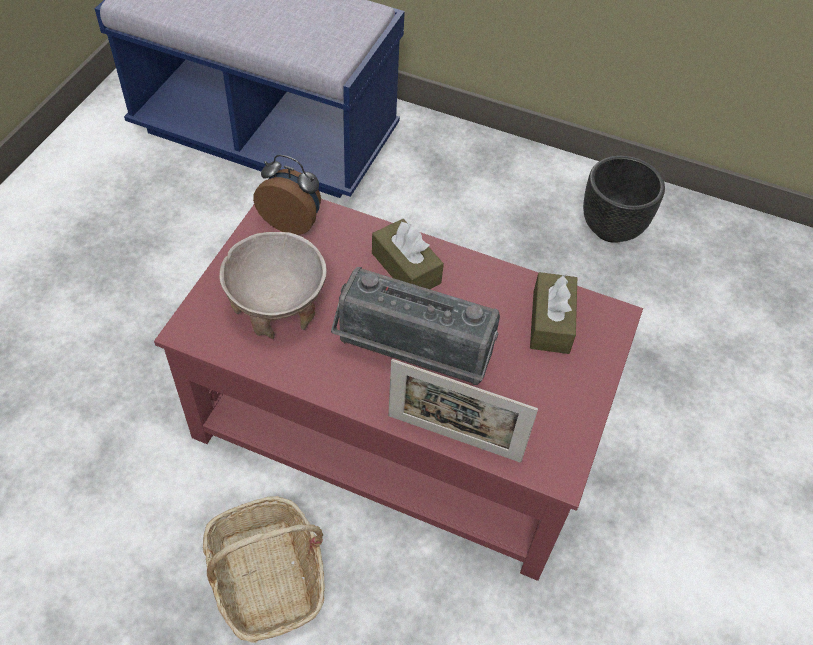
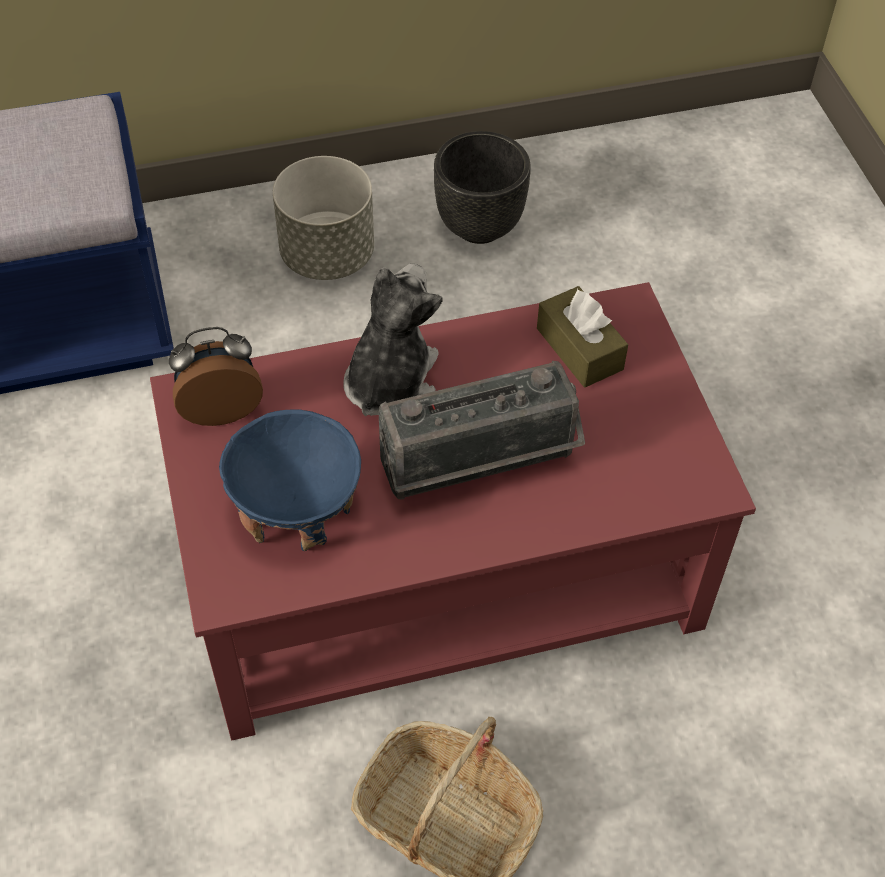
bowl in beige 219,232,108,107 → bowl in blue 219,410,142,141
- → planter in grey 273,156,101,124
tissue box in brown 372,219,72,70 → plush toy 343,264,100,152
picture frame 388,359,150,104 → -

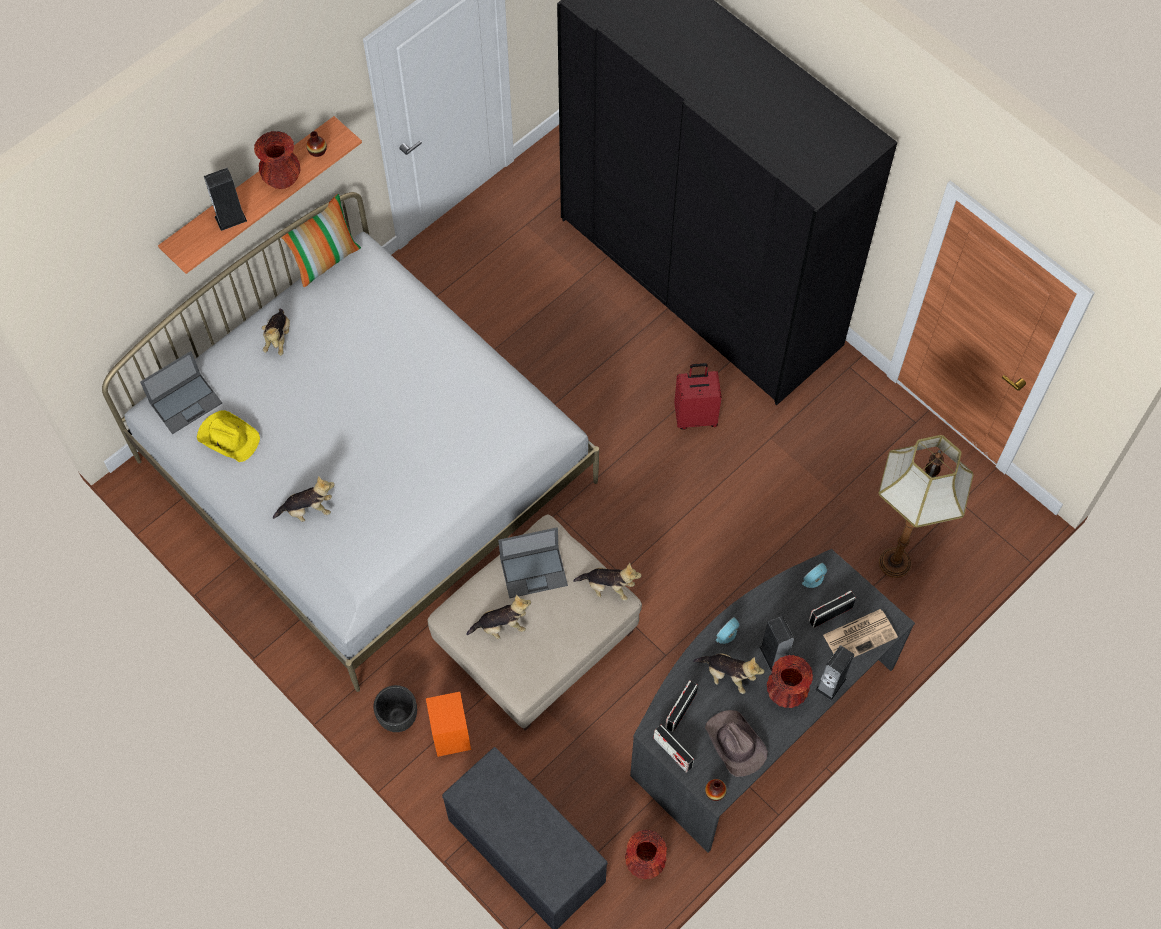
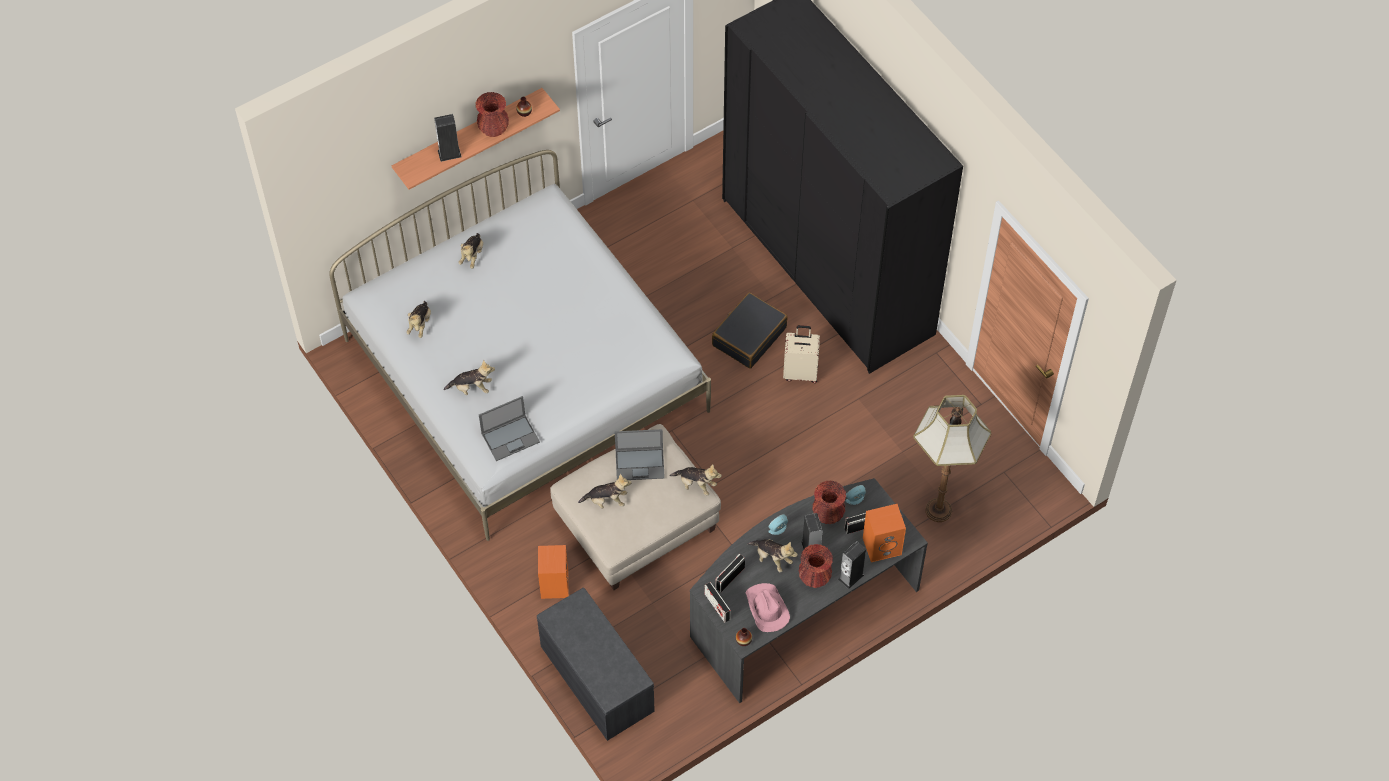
hat in yellow 197,410,63,52 → plush toy 406,301,25,37
laptop 140,351,82,83 → laptop 479,396,61,65, shifted
- → suitcase in black 712,292,76,77
hat in brown 705,710,63,67 → hat in pink 745,583,45,49
suitcase in red 674,363,48,67 → suitcase in beige 783,325,37,58
vase in red 625,830,42,49 → vase in red 812,481,34,43, shifted
newspaper 823,609,75,49 → speaker in orange 863,504,43,58
pillow 281,194,80,93 → -
planter in black 373,685,44,47 → -

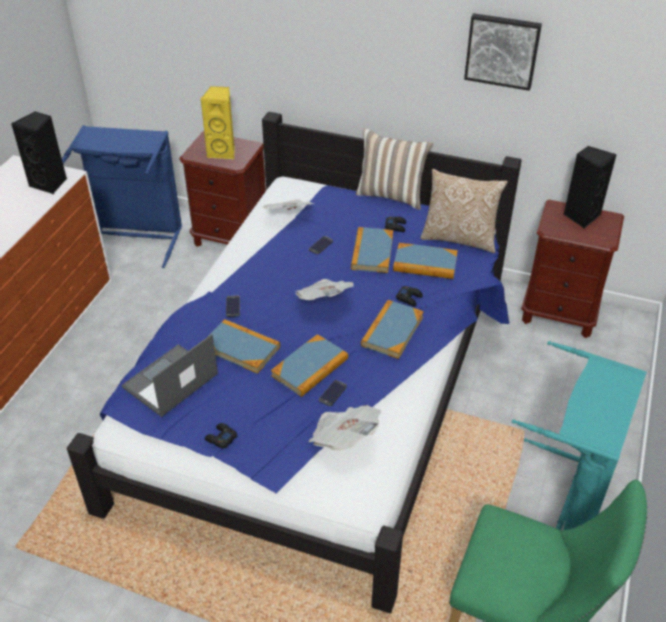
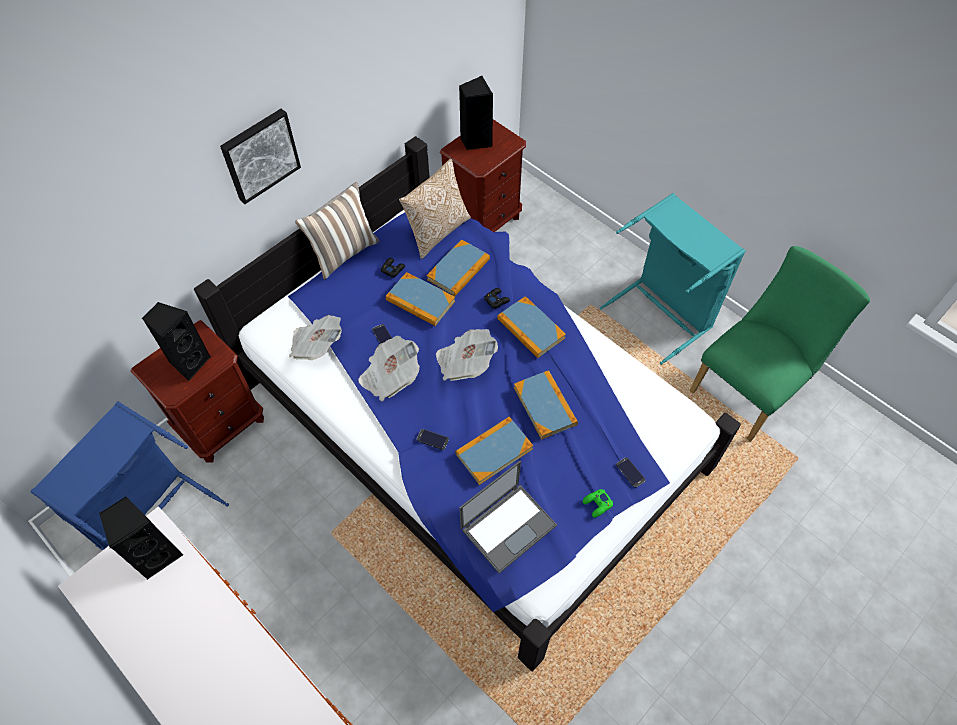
speaker in yellow 200,86,35,73 → speaker in black 142,302,69,79
picture 464,13,78,78 → picture 220,109,81,95, shifted
newspaper 308,405,73,45 → newspaper 358,336,62,65, shifted
laptop 122,334,96,83 → laptop 459,461,98,112, 105 degrees counterclockwise
game controller in black 205,423,32,25 → game controller in green 583,489,30,29
phone 319,380,28,26 → phone 616,457,29,31, shifted

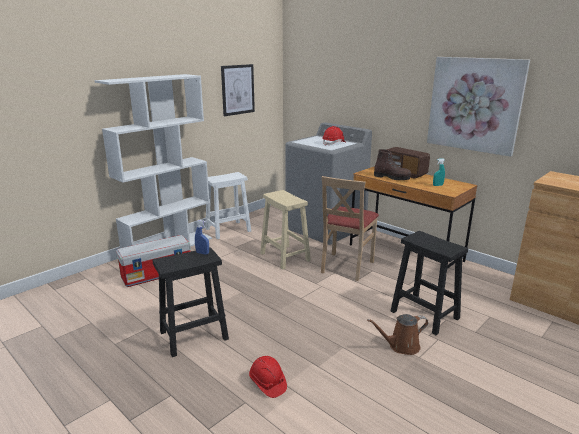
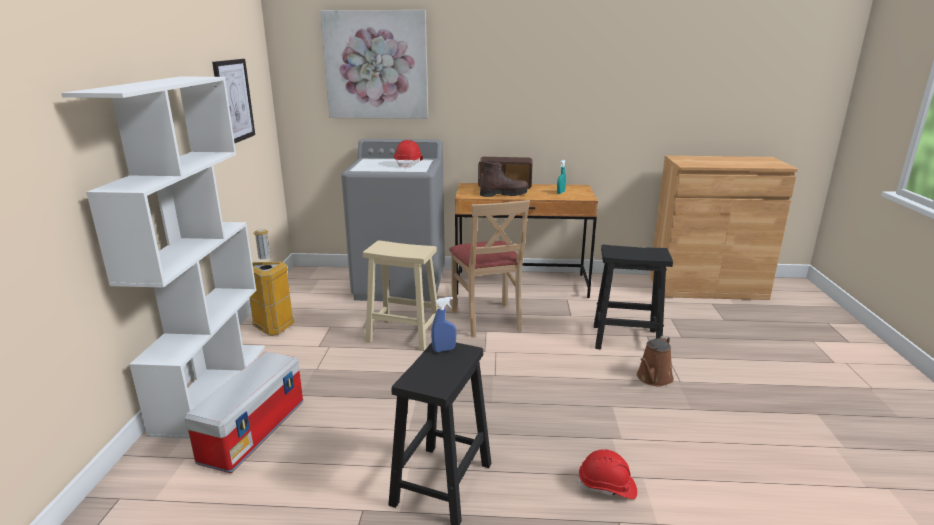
stool in white 205,172,46,67 → trash can 250,229,44,107
picture 427,57,103,100 → picture 320,10,108,109, shifted

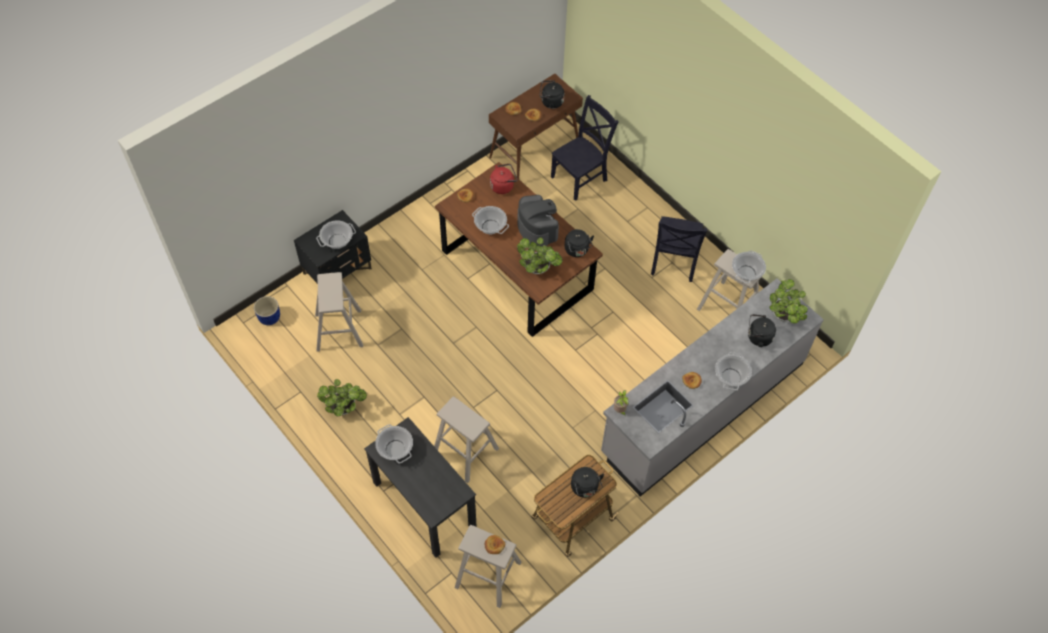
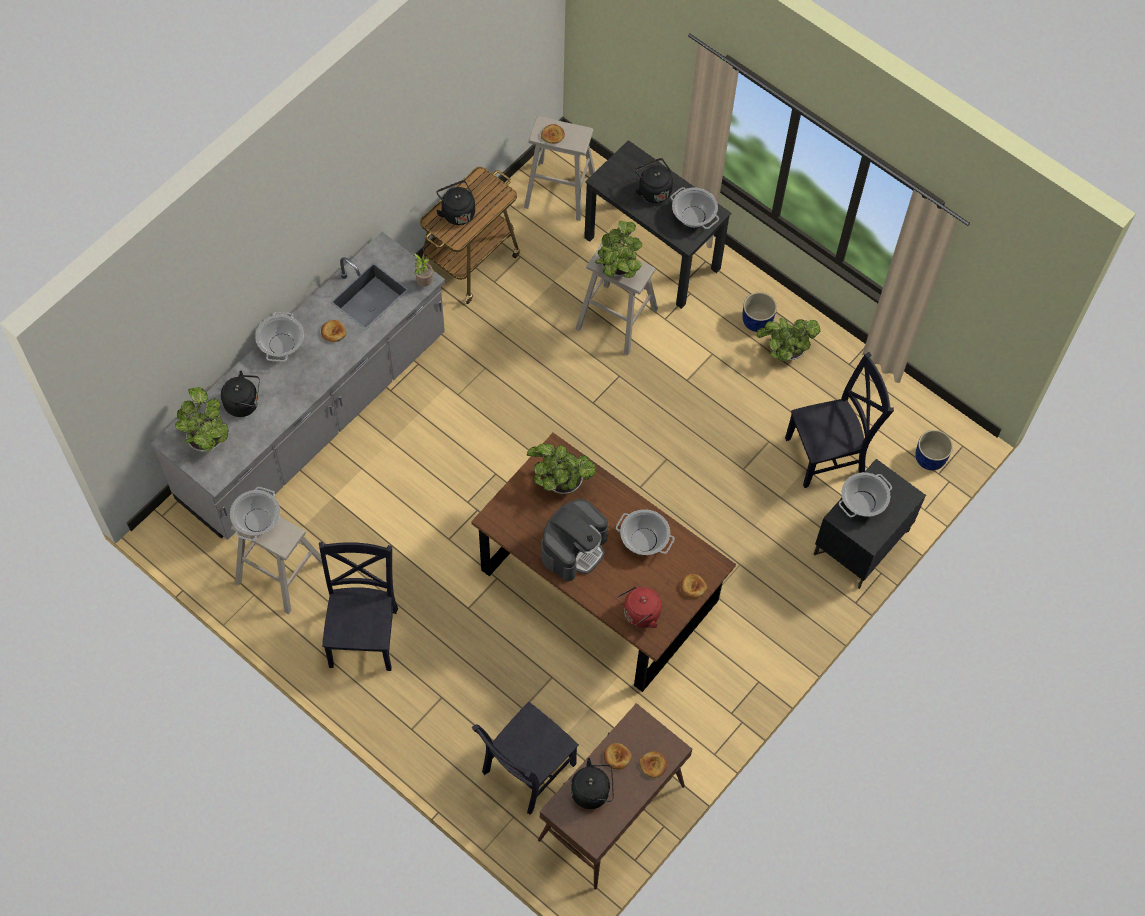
coffee machine 517,195,42,52 → coffee machine 541,499,67,82, 105 degrees counterclockwise
- → potted plant 595,221,47,57
kettle in black 565,229,29,28 → kettle in black 635,158,38,45, shifted
- → planter in blue 742,292,35,40
stool in beige 315,272,48,80 → chair in black 785,352,109,136

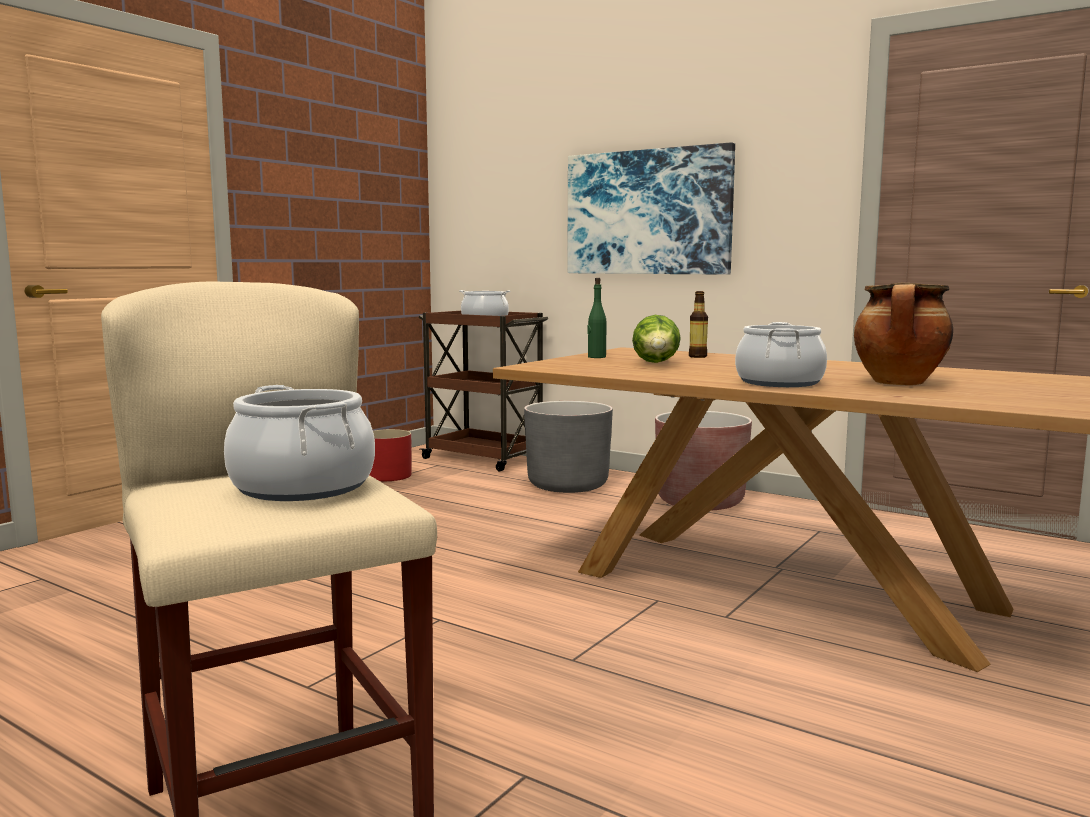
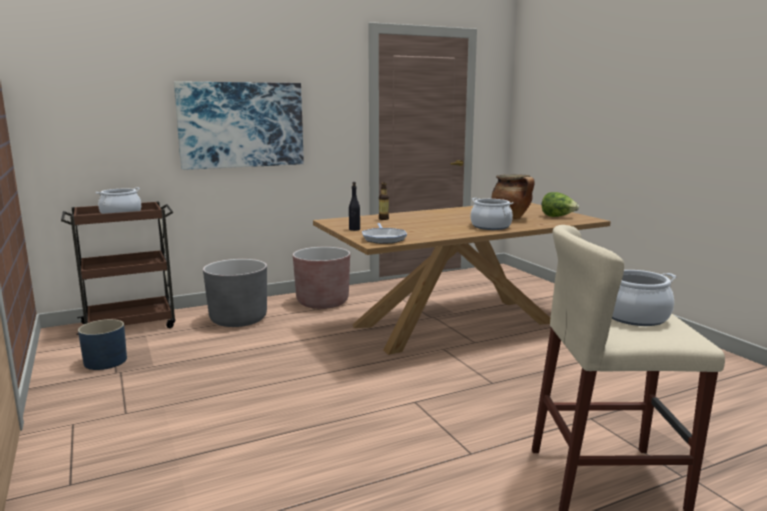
planter in red 370,429,42,52 → planter in blue 78,319,49,51
bottle in green 587,278,20,80 → bottle in black 349,182,11,49
- → frying pan 362,223,45,21
lettuce 632,315,49,48 → lettuce 542,192,37,25, shifted

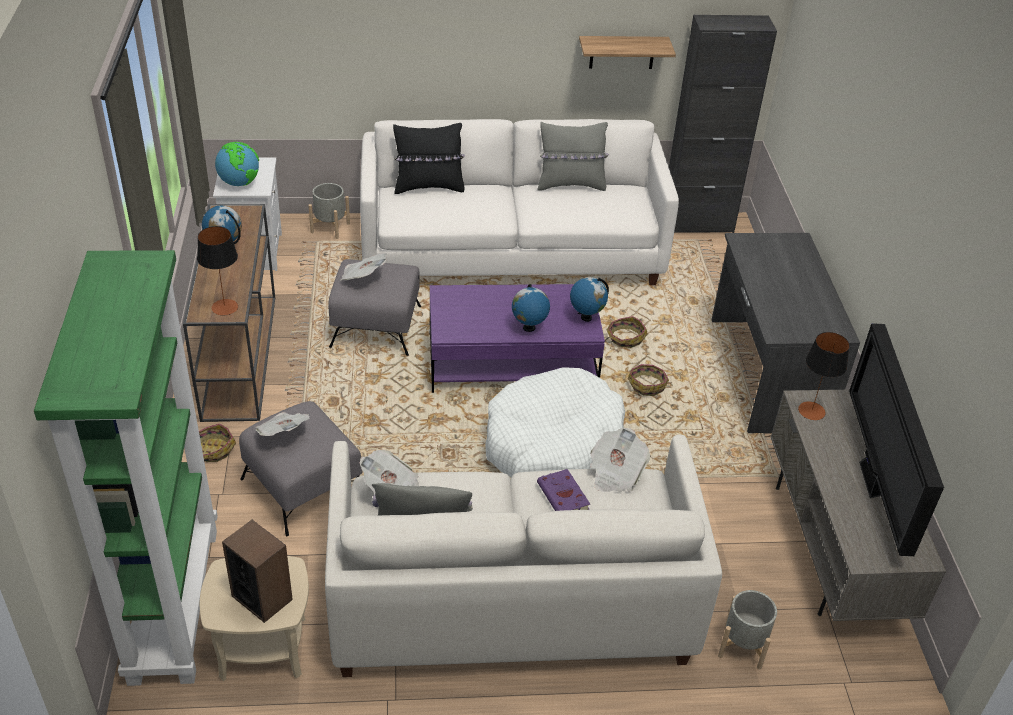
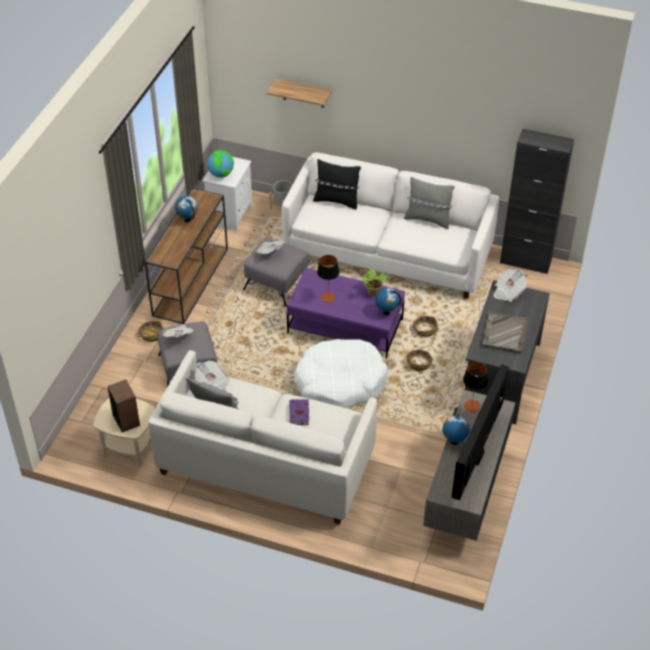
shelf 579,36,97,33 → shelf 267,79,65,29, shifted
table lamp 197,226,41,89 → table lamp 317,255,22,48, shifted
- → potted plant 362,269,25,27
globe 512,284,38,48 → globe 443,414,27,31, shifted
- → tray in grey 482,311,46,42
newspaper 590,428,60,64 → newspaper 493,269,34,33, shifted
bookcase in green 34,250,184,436 → -
planter in grey 718,590,59,79 → -

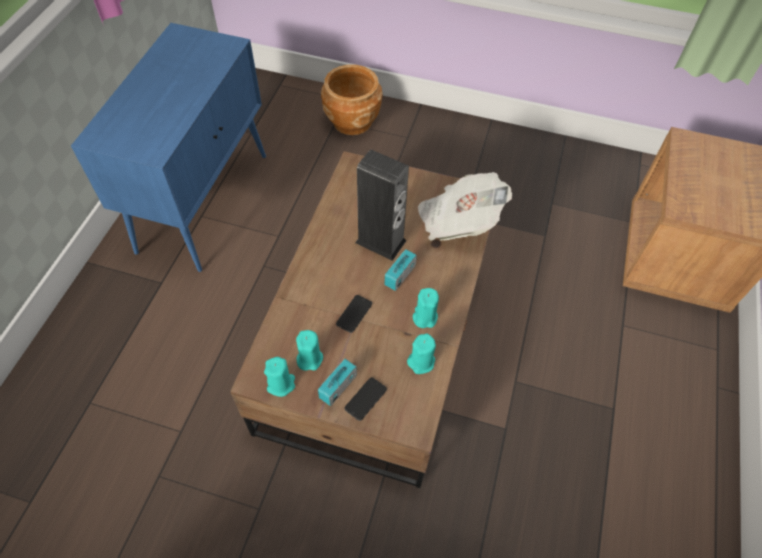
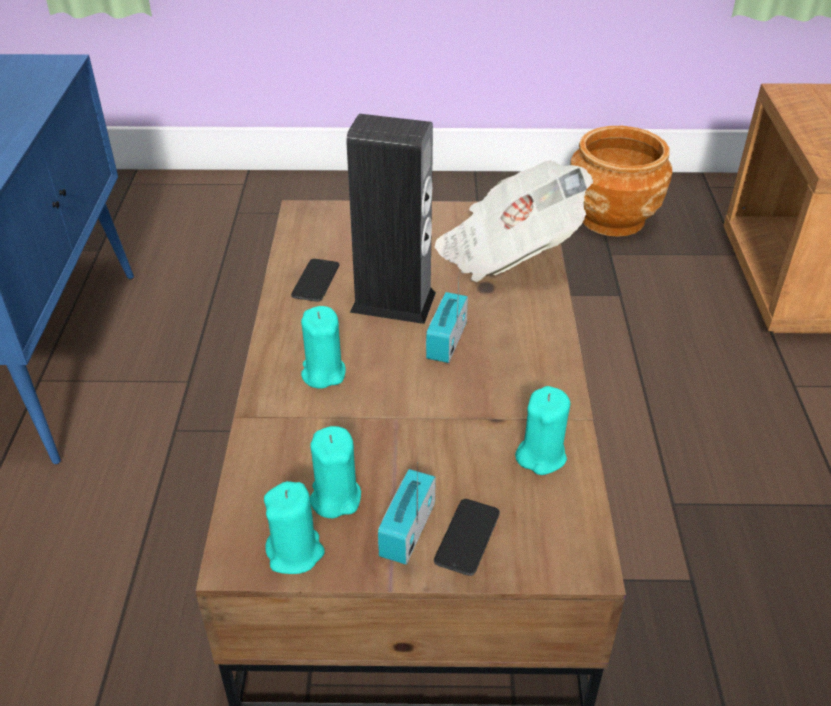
phone 336,295,36,38 → phone 291,259,48,43, shifted
candle in turquoise 413,288,26,40 → candle in turquoise 301,306,45,83, shifted
planter in brown 321,65,61,70 → planter in brown 570,126,102,111, shifted

